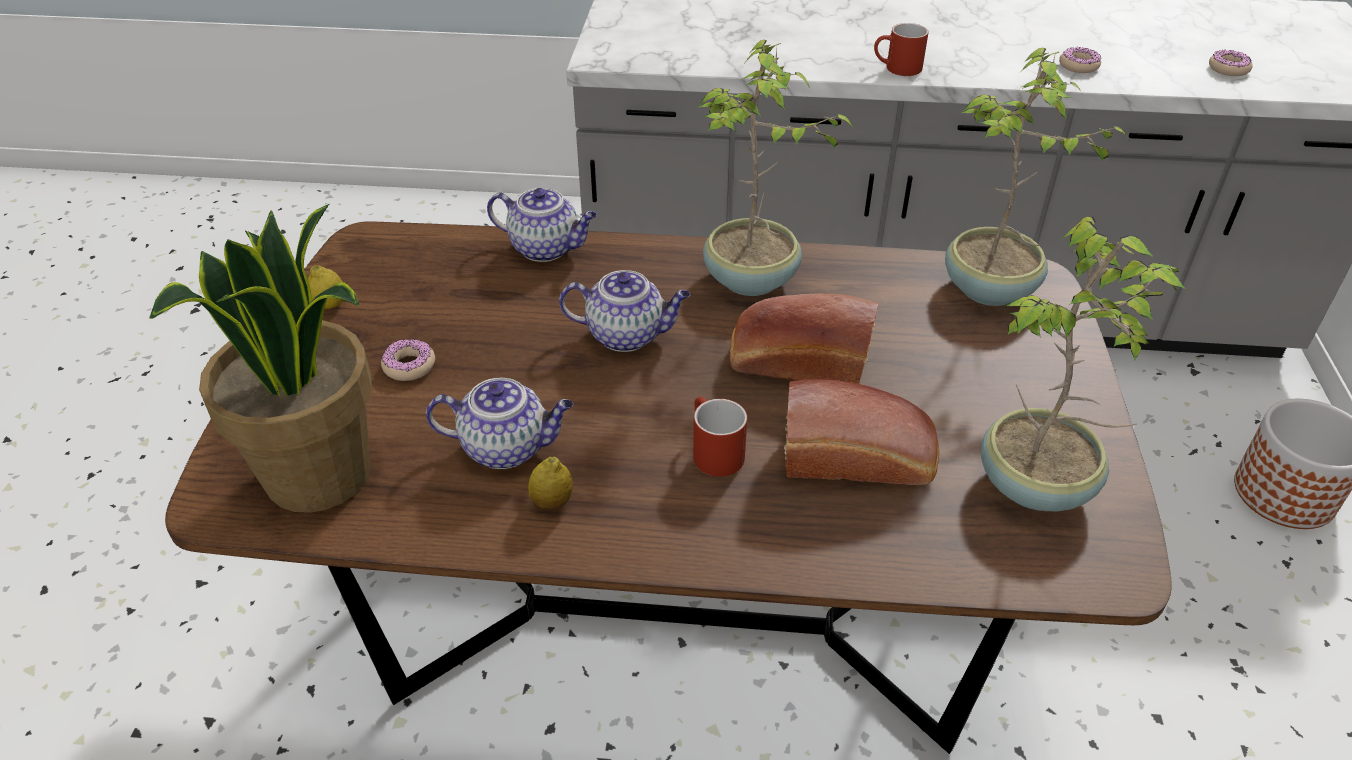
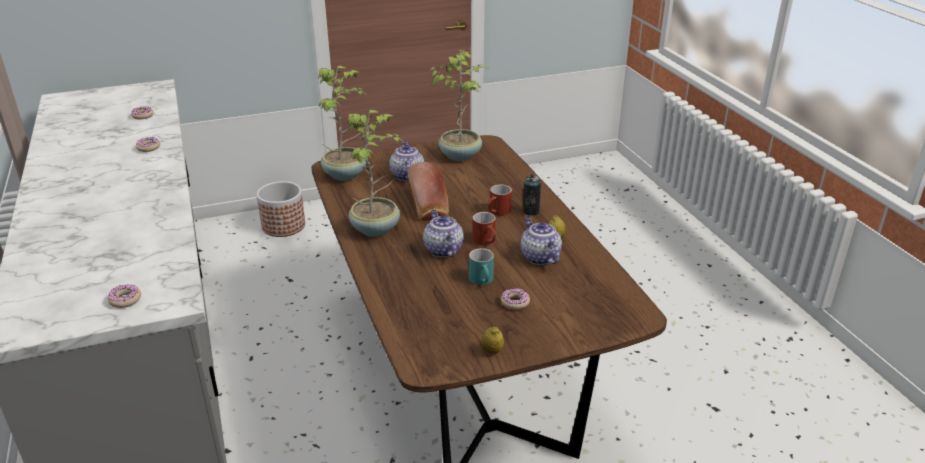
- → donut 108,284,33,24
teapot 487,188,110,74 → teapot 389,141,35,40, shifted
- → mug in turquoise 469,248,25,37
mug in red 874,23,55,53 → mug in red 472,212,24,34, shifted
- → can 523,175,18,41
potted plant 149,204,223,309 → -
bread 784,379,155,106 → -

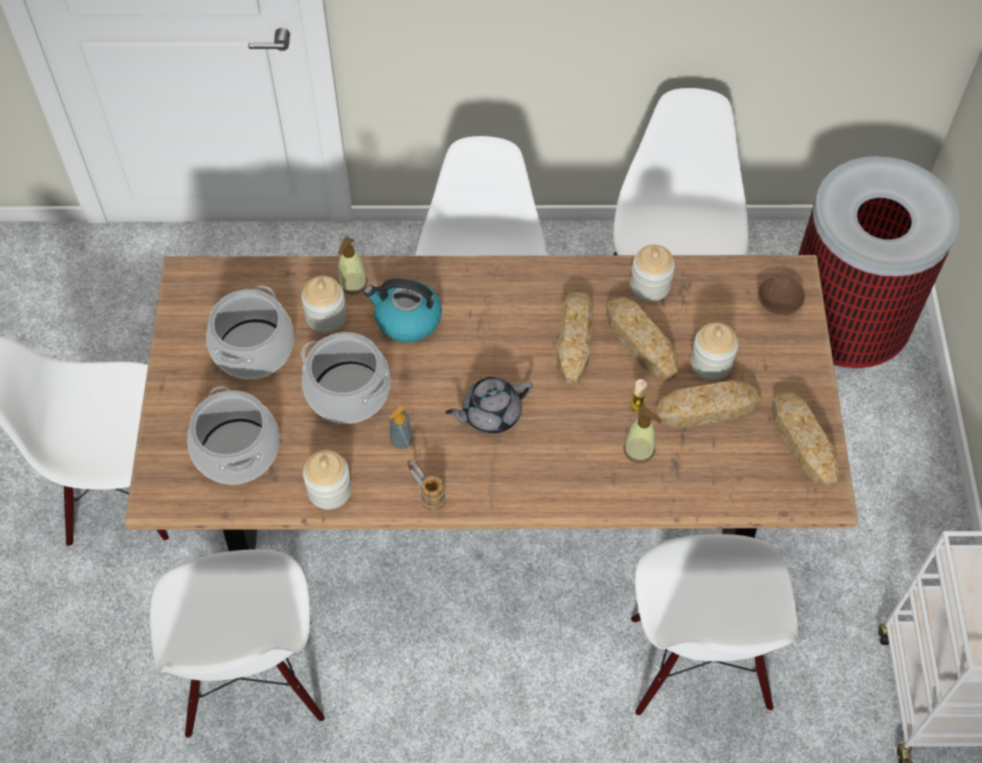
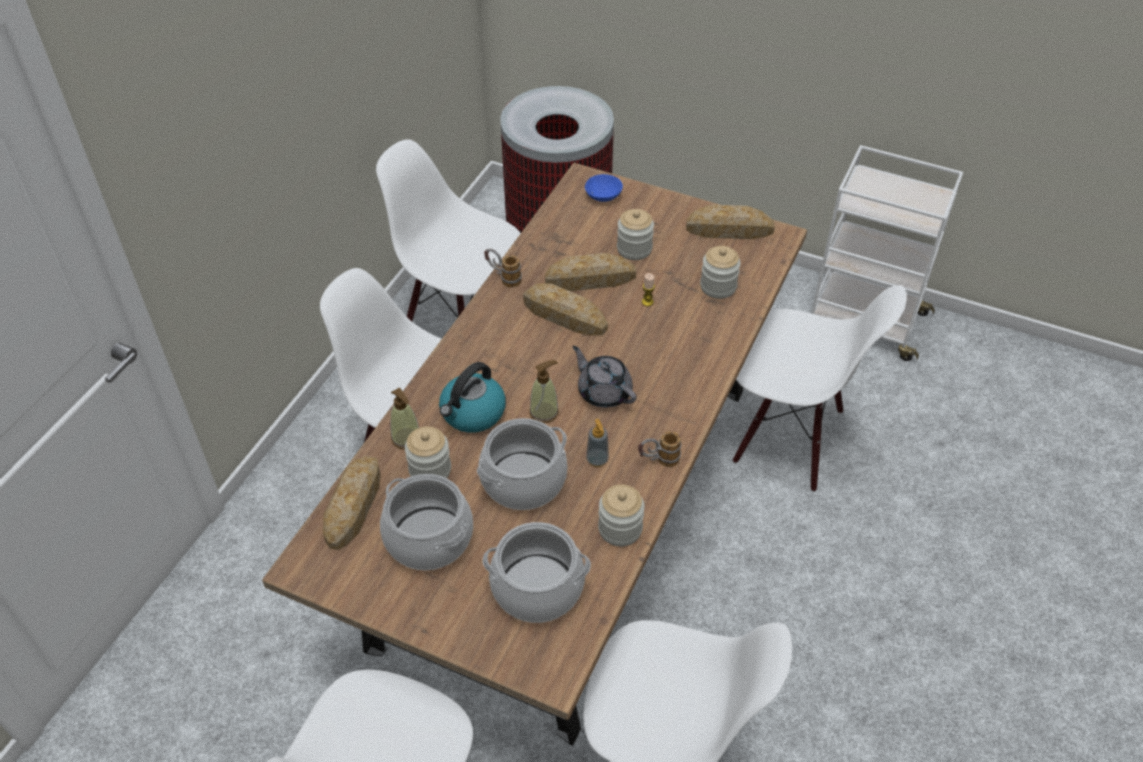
bread 655,380,107,48 → bread 323,456,58,94, shifted
- → mug 484,249,38,38
soap dispenser 623,407,39,56 → soap dispenser 529,360,30,63, shifted
teapot in grey 445,377,88,57 → teapot in grey 572,346,65,62, 135 degrees clockwise
bowl in brown 758,277,47,38 → bowl in blue 585,174,38,28
jar 630,245,45,57 → jar 700,246,41,53, shifted

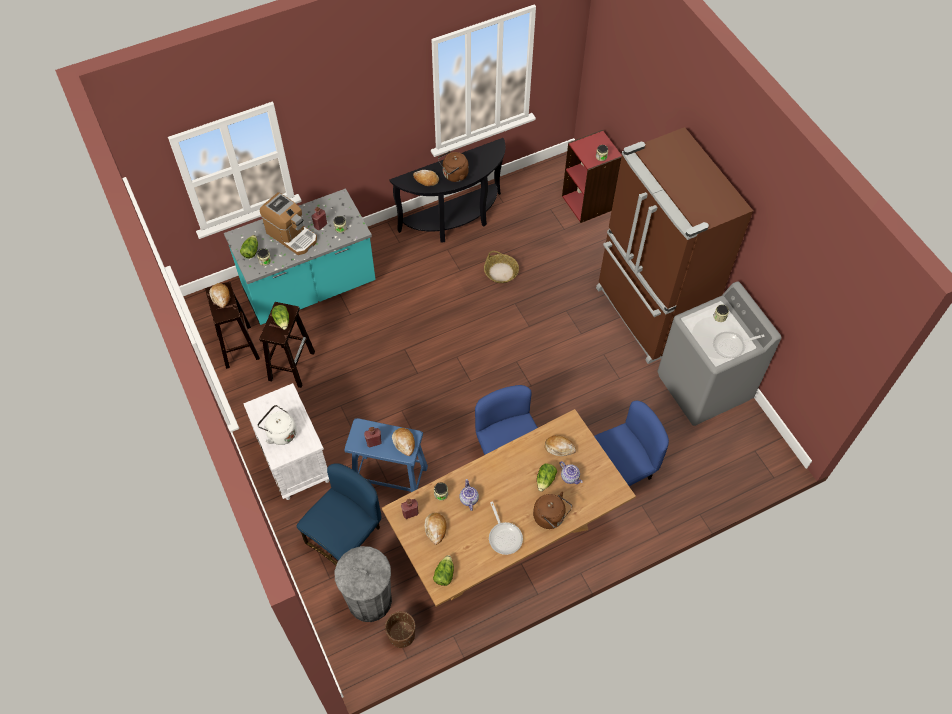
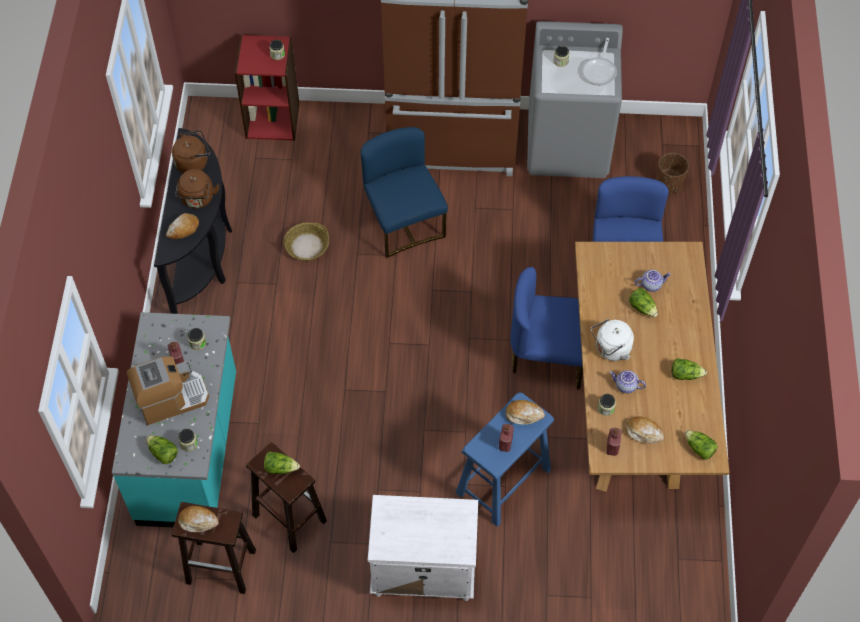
kettle in brown 533,492,39,37 → kettle in brown 172,130,38,43, shifted
chair in blue 297,463,84,102 → chair in blue 361,127,87,131, shifted
kettle in white 257,405,40,40 → kettle in white 591,319,43,42, shifted
planter in brown 385,611,30,37 → planter in brown 656,152,33,42, shifted
frying pan 489,501,34,54 → lettuce 672,358,35,22
trash can in grey 334,546,58,76 → -
bread 545,435,31,21 → -

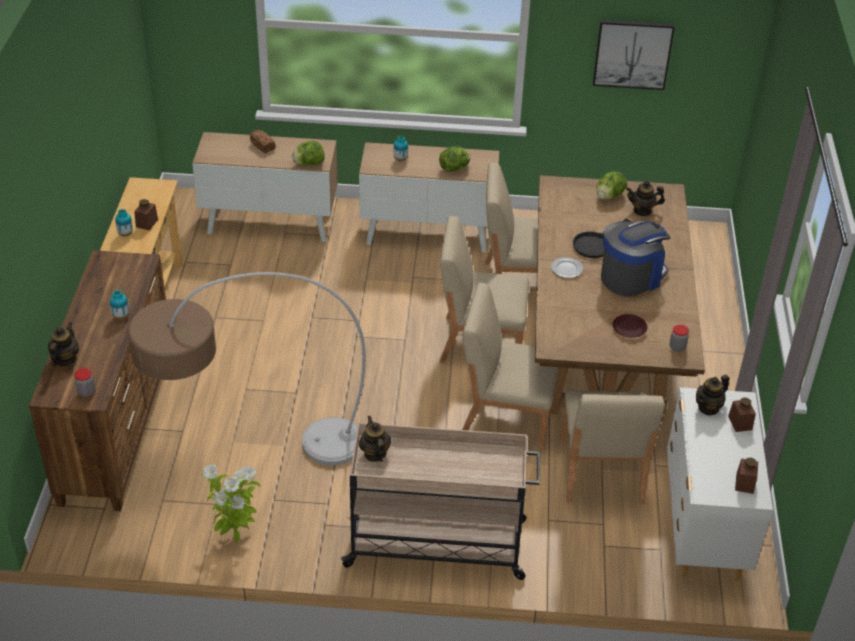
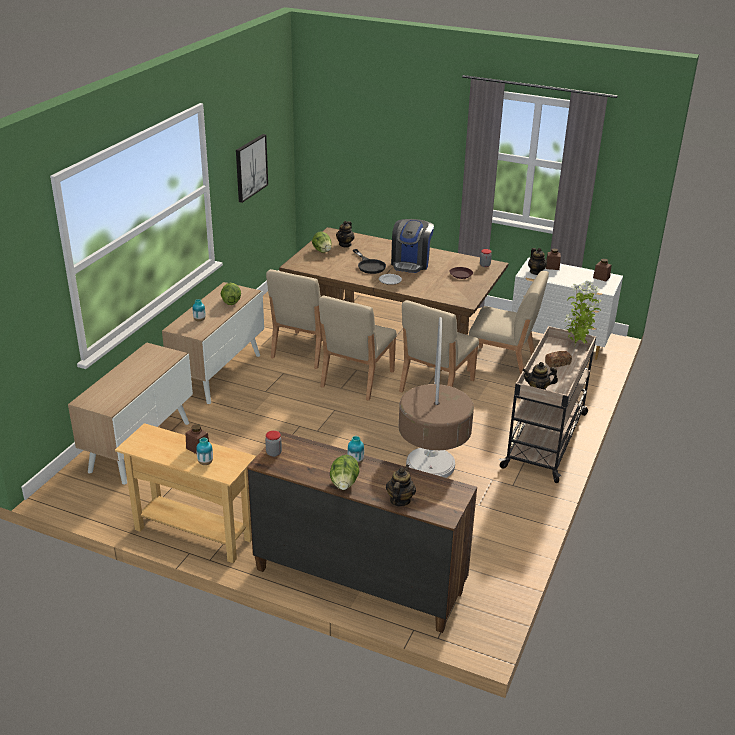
jar 74,368,21,29 → jar 265,431,17,26, shifted
lettuce 292,141,33,25 → lettuce 330,455,29,35, shifted
teapot 48,322,31,44 → teapot 386,464,30,42, 75 degrees clockwise
coffee machine 601,221,70,76 → coffee machine 391,219,43,54, 150 degrees counterclockwise
bread 250,130,25,23 → bread 545,351,27,17, shifted
potted plant 201,464,60,78 → potted plant 564,281,37,66, shifted

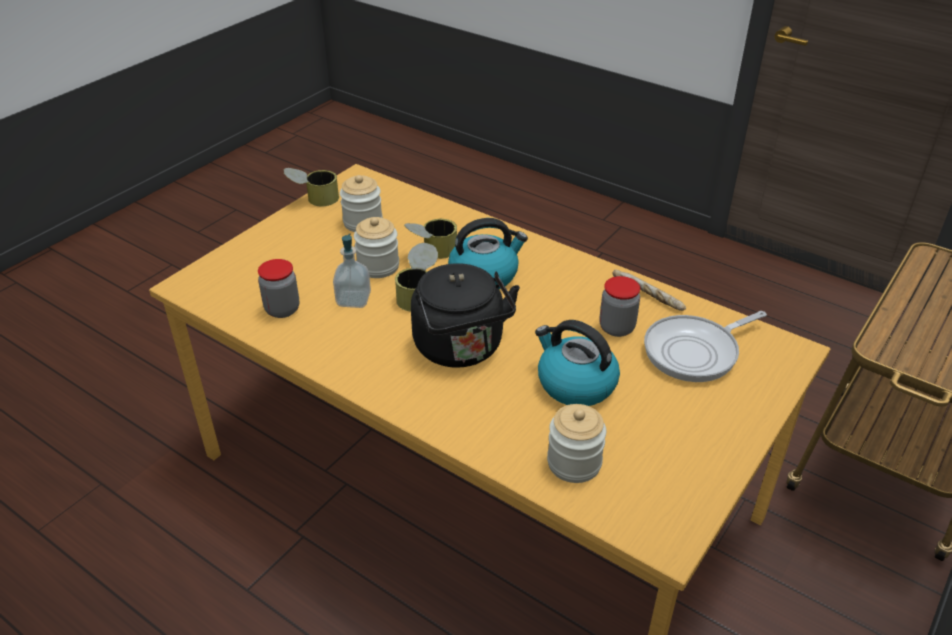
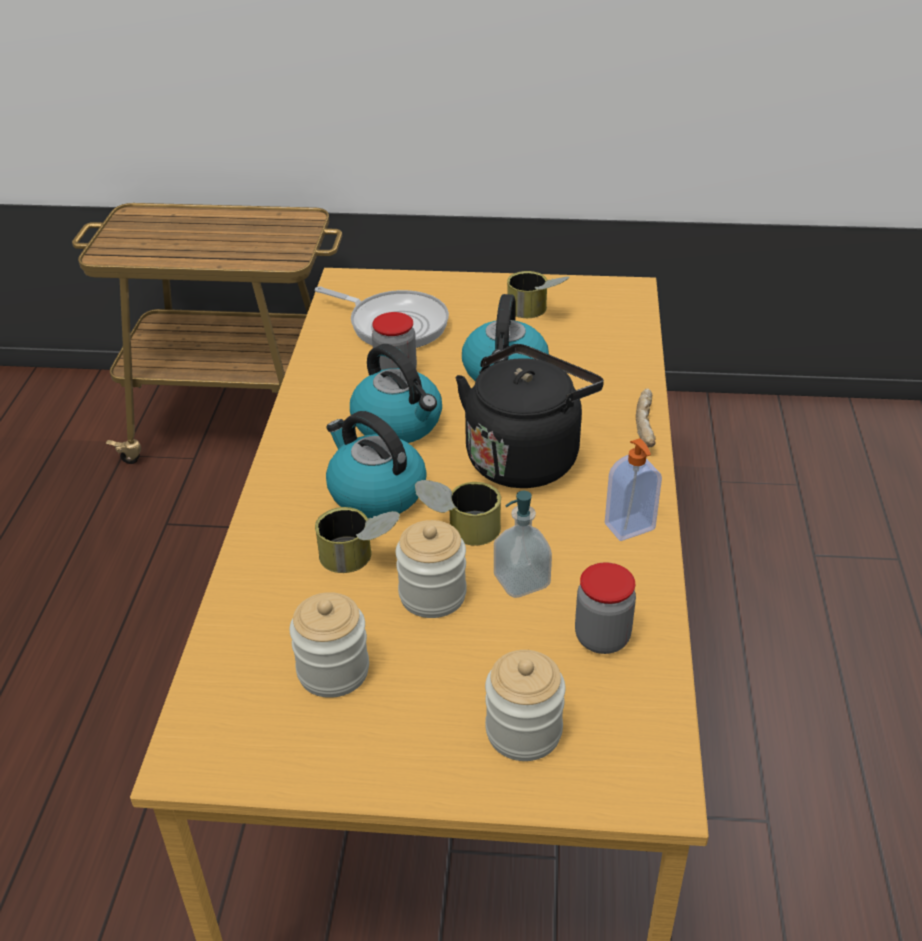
- → kettle 350,344,92,99
jar 547,404,59,79 → jar 485,650,81,111, shifted
can 284,168,55,39 → can 507,271,63,47, shifted
- → soap dispenser 605,438,57,103
bread 613,270,73,41 → bread 636,388,20,59, shifted

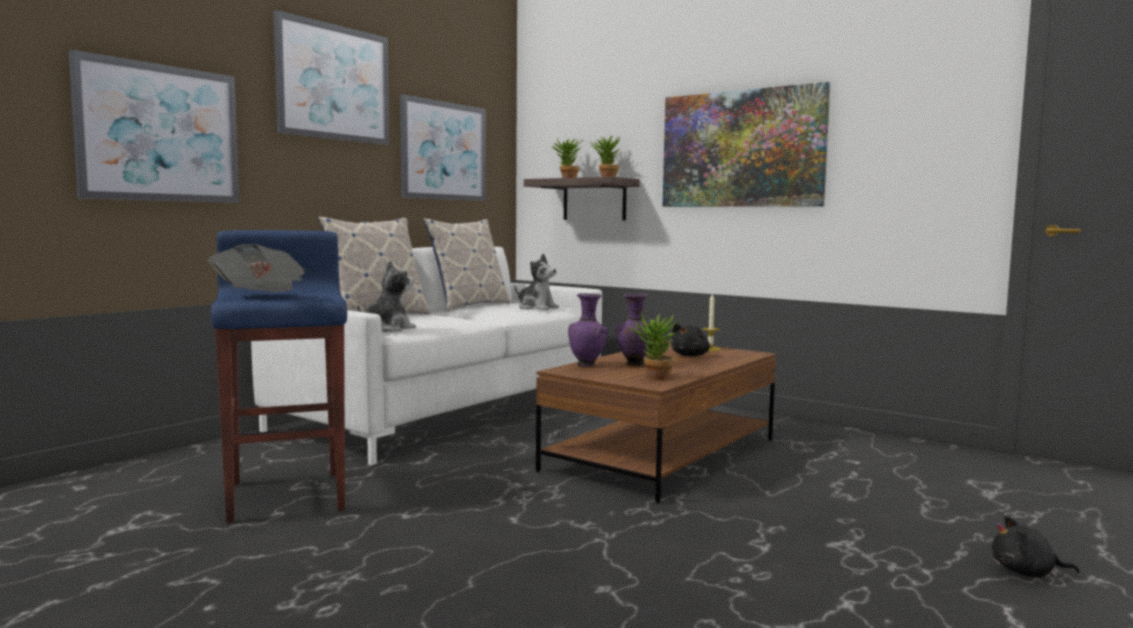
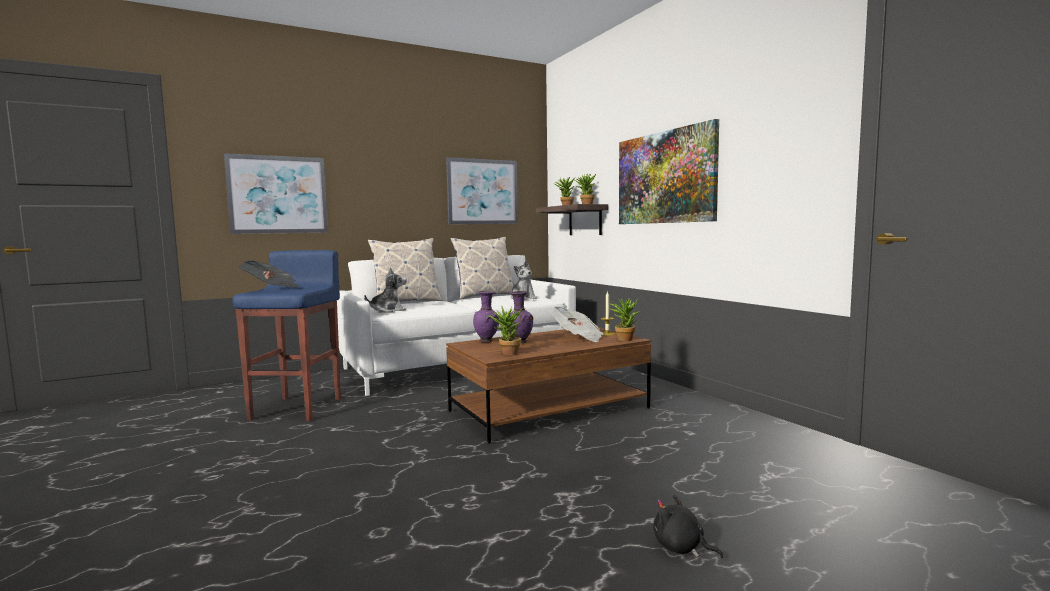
plush toy in black 671,323,39,34 → newspaper 552,306,52,36
- → potted plant 609,297,31,44
picture 273,10,116,135 → -

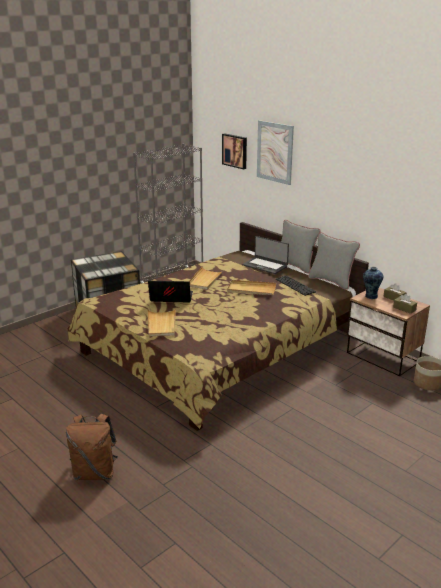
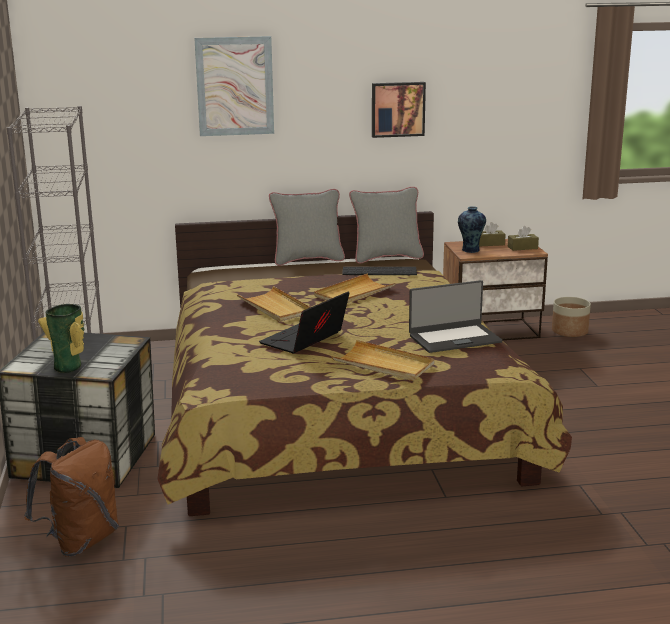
backpack in brown 66,414,52,66 → backpack in brown 24,437,95,120, shifted
- → vase 38,304,47,69
picture 222,133,25,37 → picture 372,82,54,56, shifted
laptop 242,236,47,38 → laptop 409,280,93,73, shifted

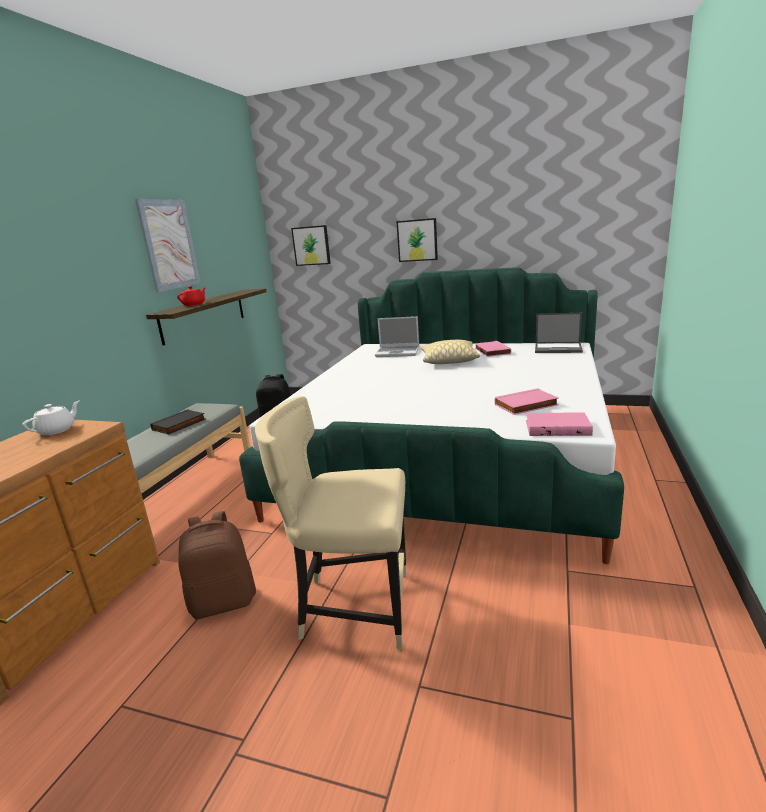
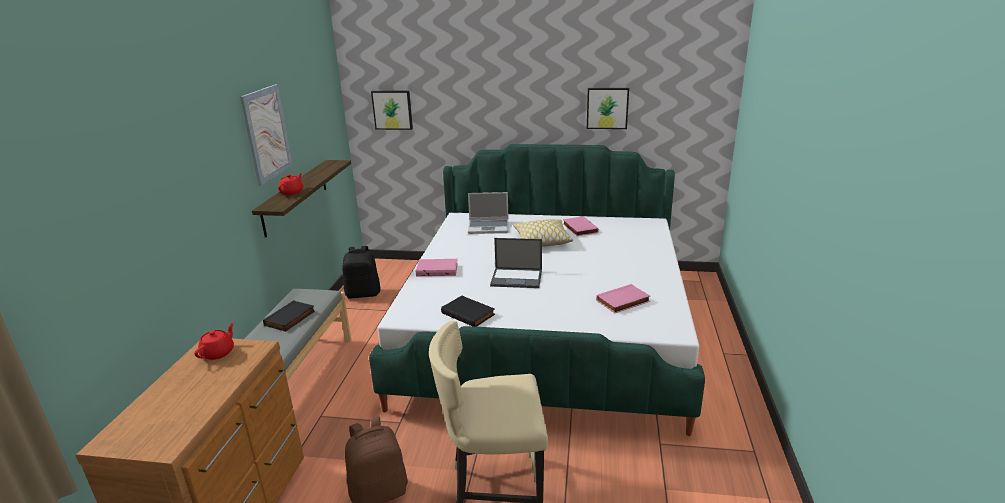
teapot in white 22,400,58,35 → teapot in red 194,322,40,38
book in pink 526,412,67,24 → book in pink 416,259,42,17, shifted
- → book in black 441,296,54,31
laptop 535,313,48,40 → laptop 490,238,52,50, shifted
picture 396,218,42,44 → picture 587,88,42,41, shifted

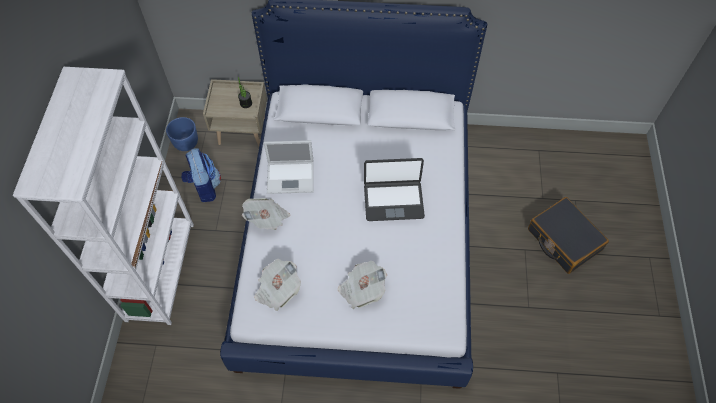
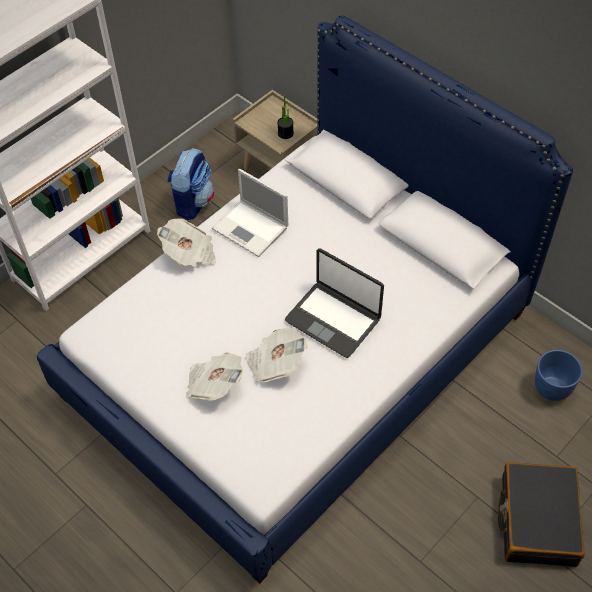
newspaper 254,259,47,52 → newspaper 245,327,62,56, shifted
planter in blue 166,117,32,34 → planter in blue 535,350,48,51, shifted

